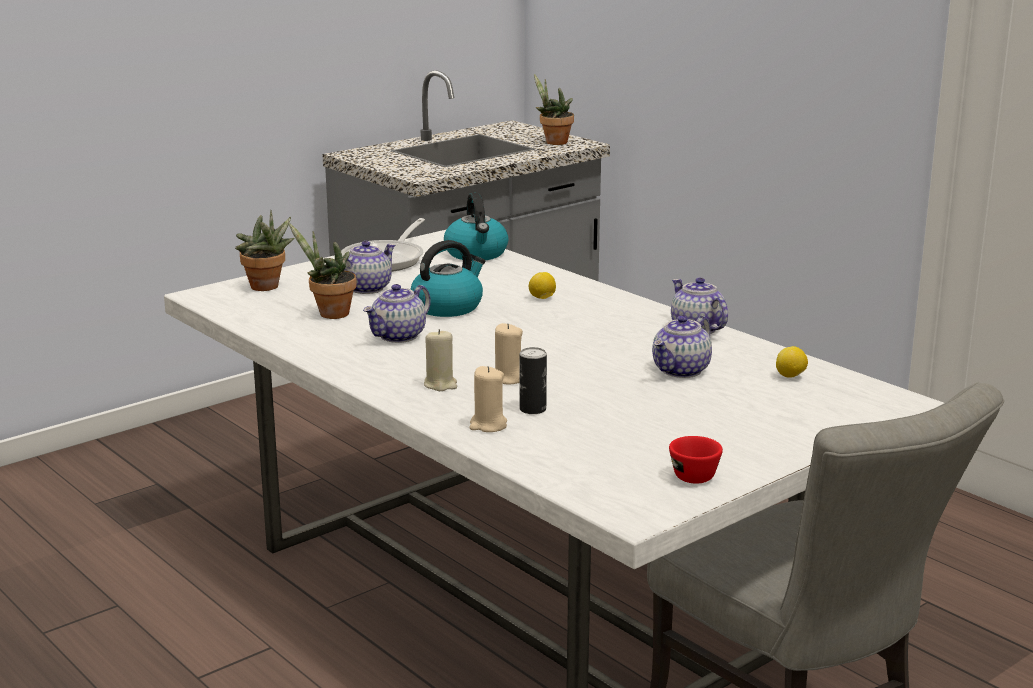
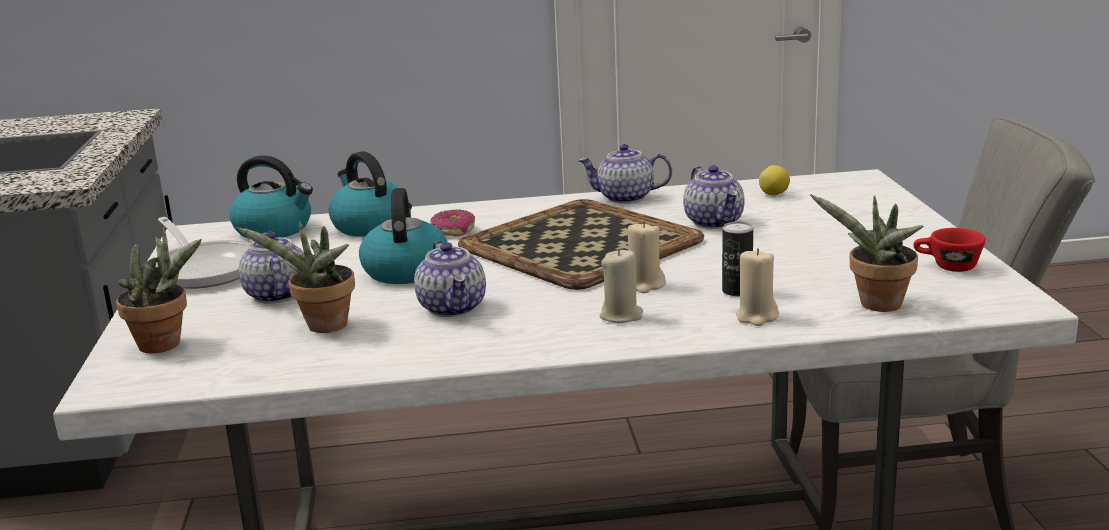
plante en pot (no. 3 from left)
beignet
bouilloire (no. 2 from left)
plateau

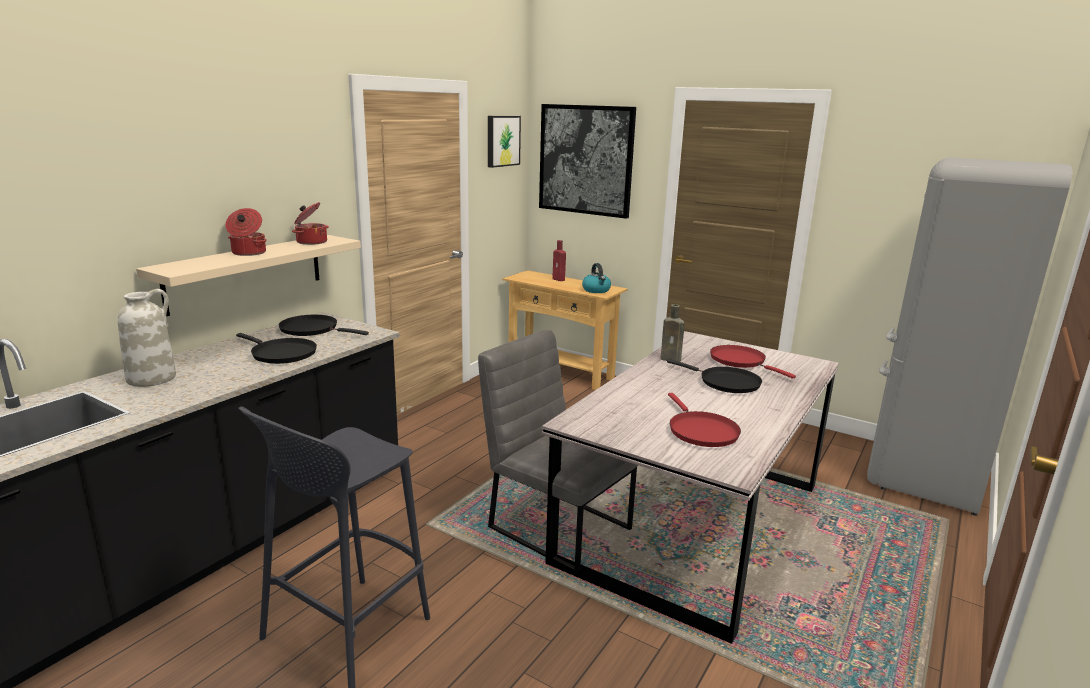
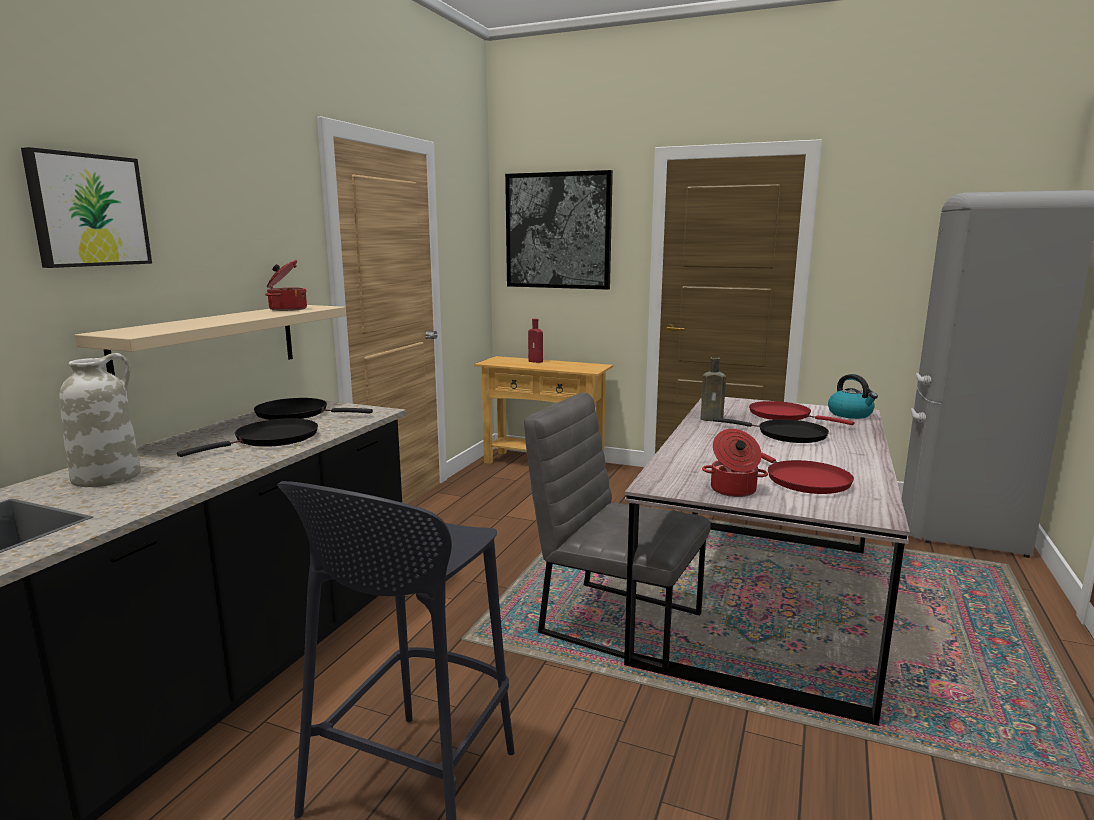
tableau (no. 1 from left)
marmite (no. 2 from left)
bouilloire
poêle [noir] (no. 1 from left)

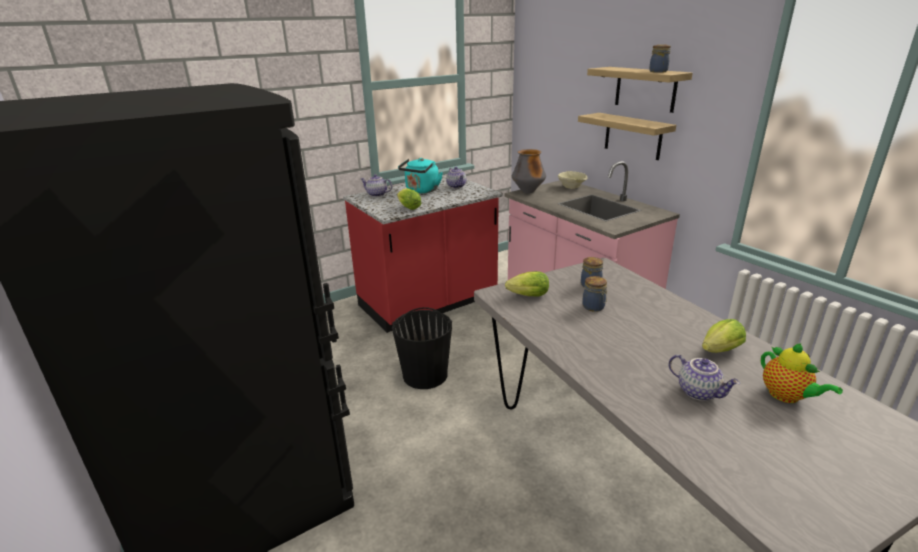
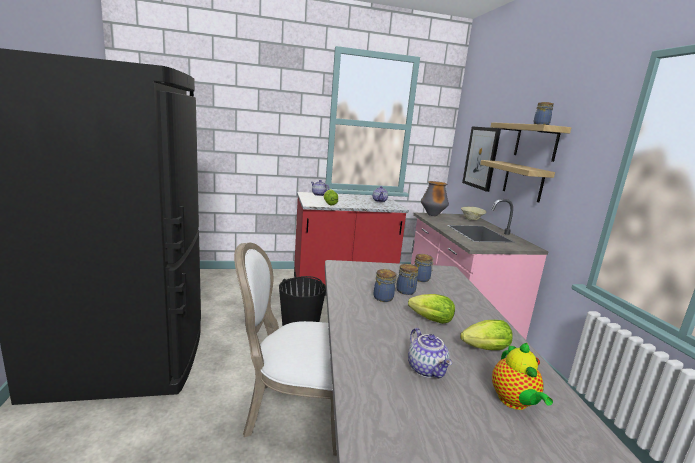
bouilloire [turquoise]
laitue (no. 2 from left)
tableau
chaise [blanc]
bocal (no. 1 from left)

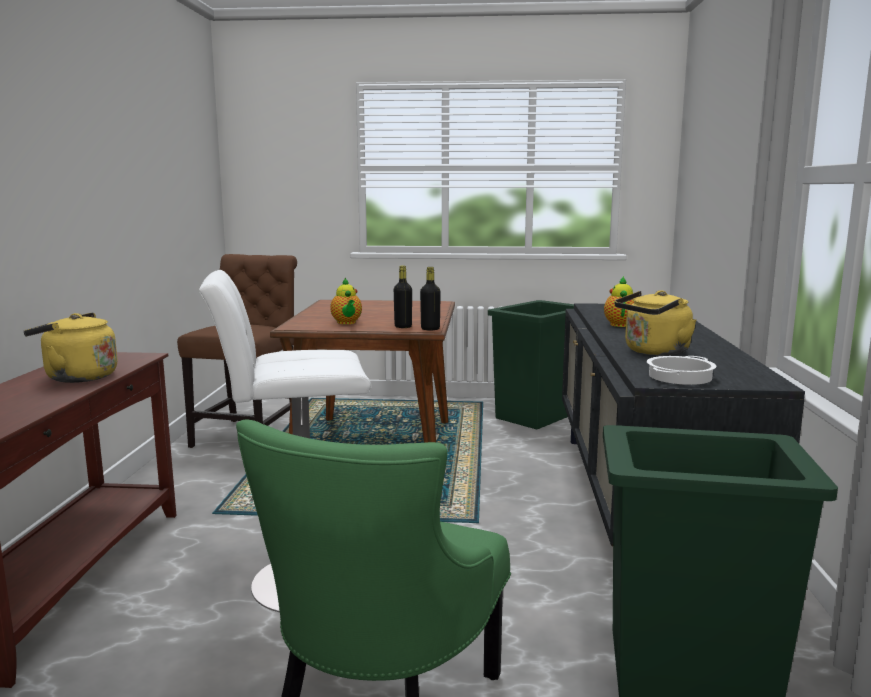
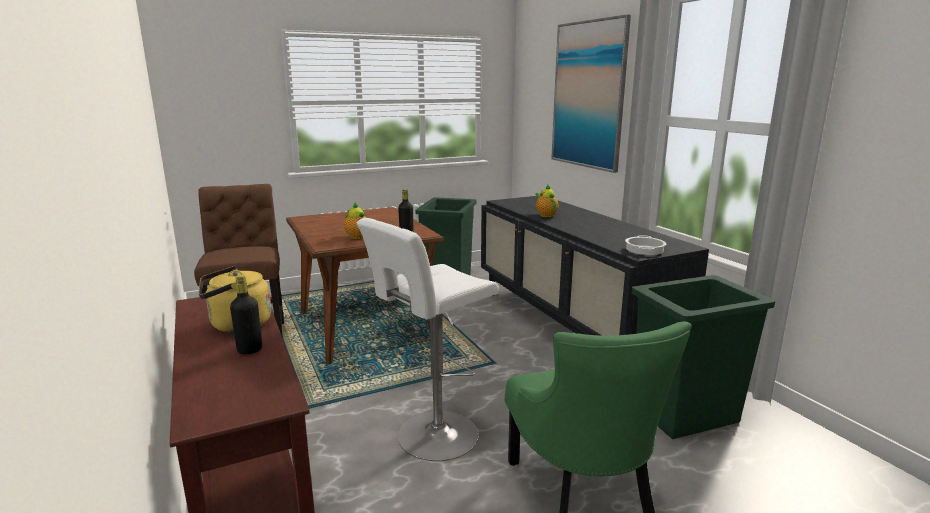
bouteille [noir] (no. 1 from left)
bouilloire [jaune] (no. 2 from left in the first image)
tableau

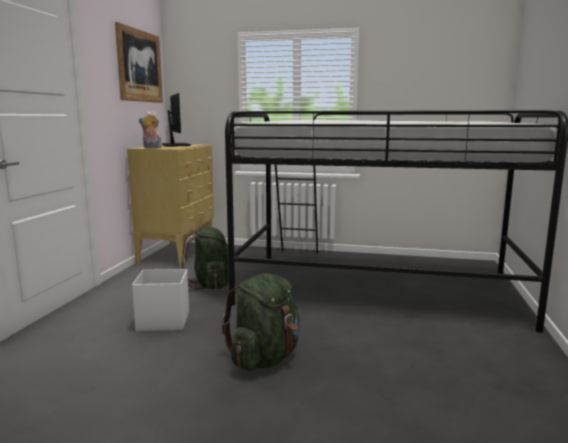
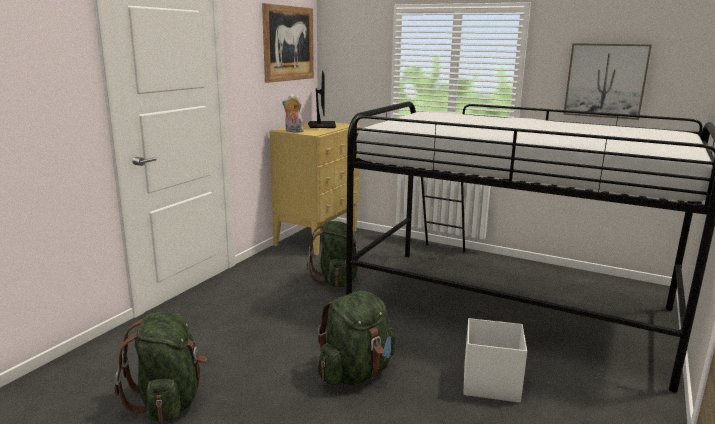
boîte de rangement [blanc]
tableau (no. 2 from left)
sac à dos [vert] (no. 1 from left)

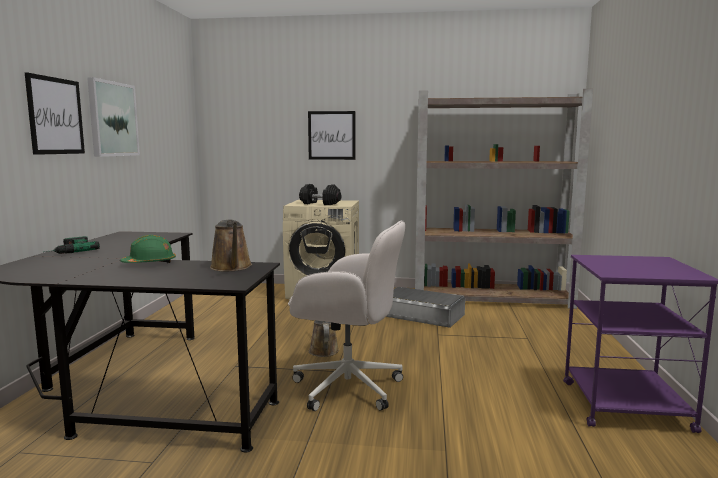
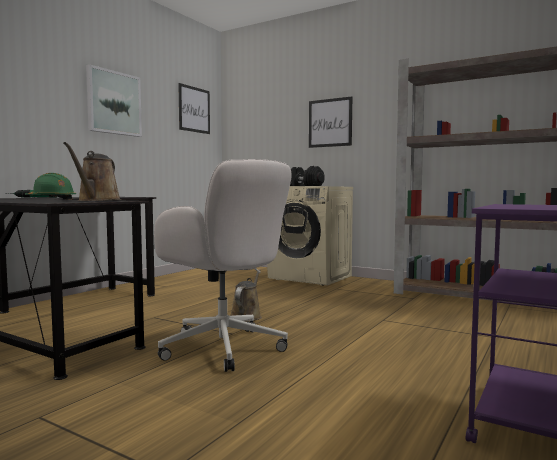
tableau (no. 2 from left)
boîte de rangement [gris]

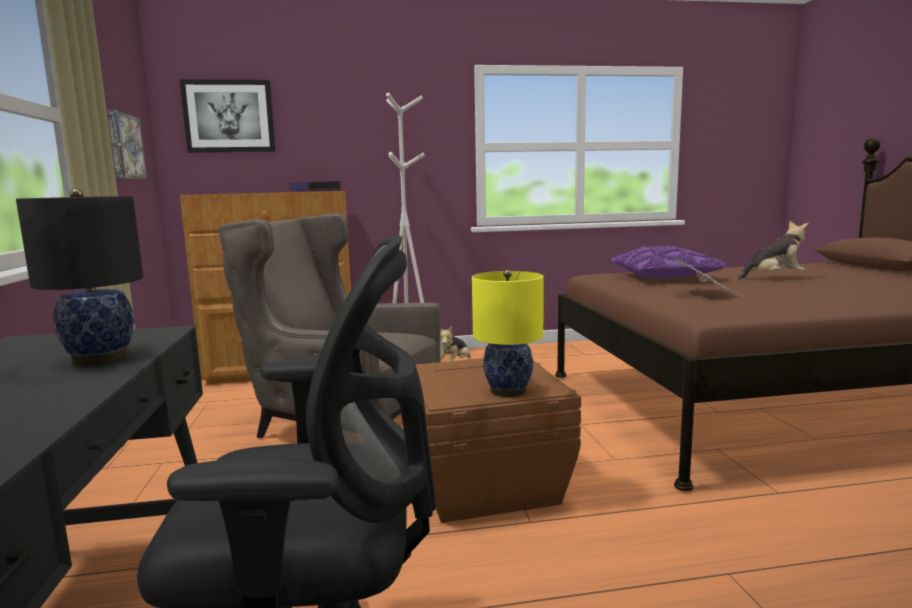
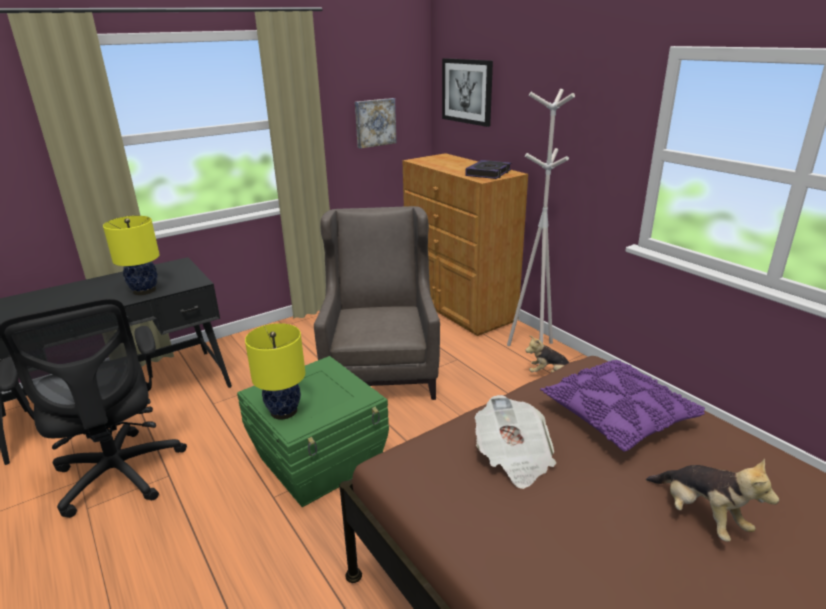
lampe de table [jaune] (no. 1 from left)
boîte de rangement [vert]

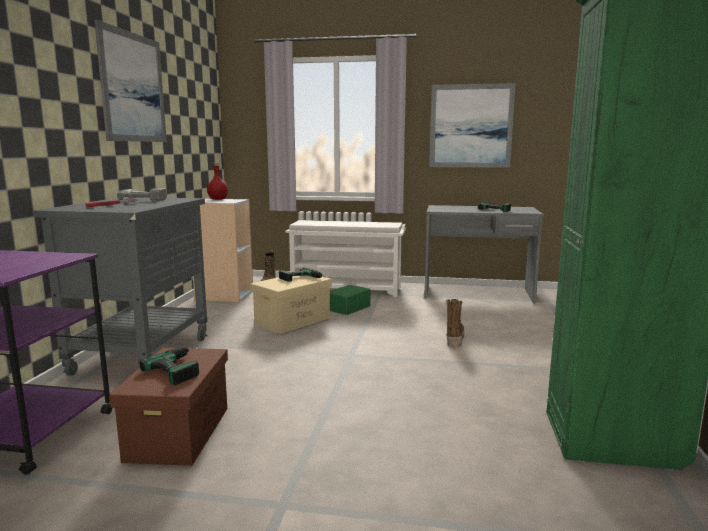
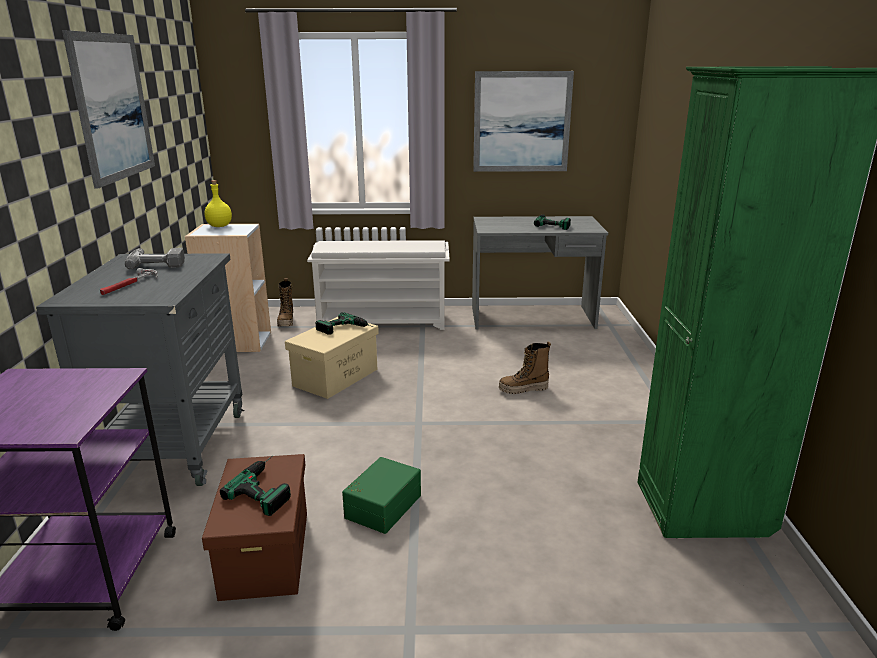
bouteille [jaune]
boîte de rangement [vert]
botte (no. 2 from left)

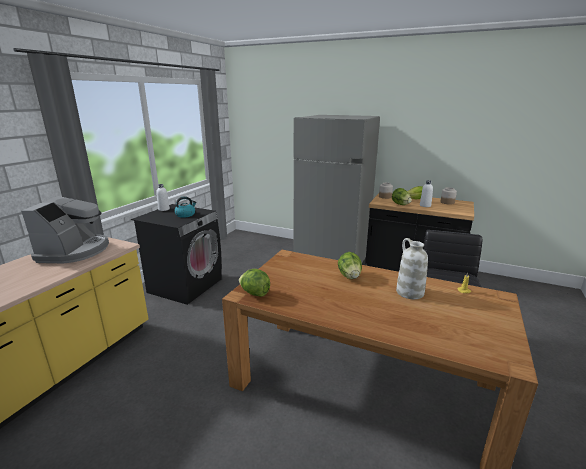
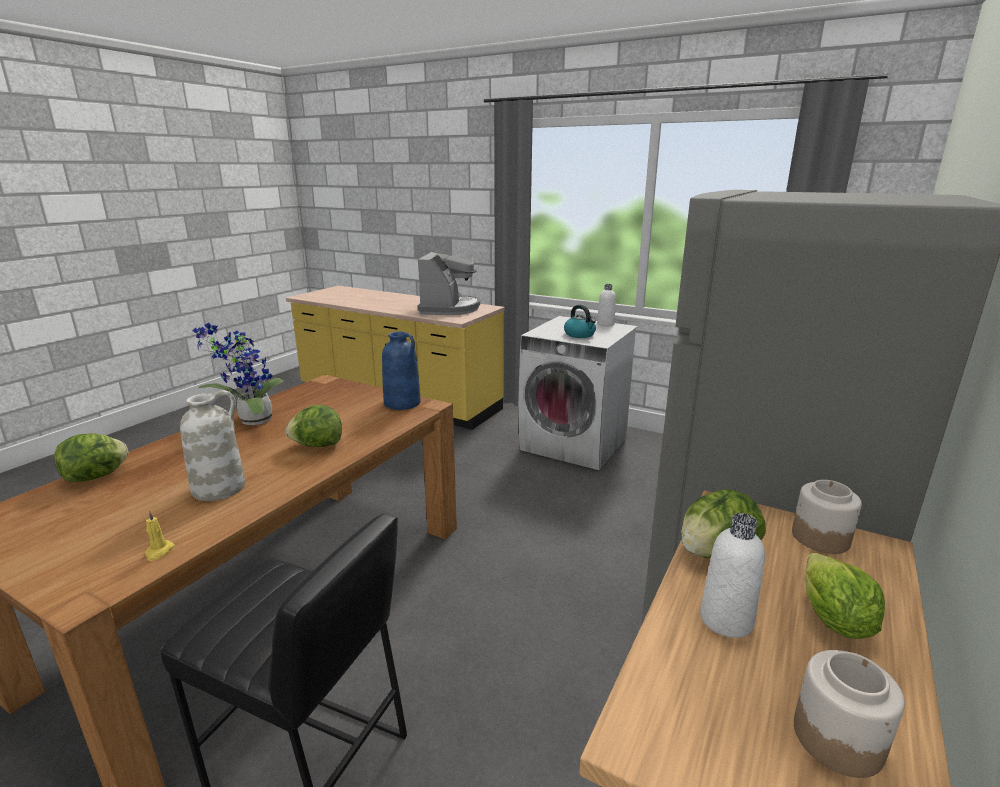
machine à café
lave-linge [blanc]
laitue (no. 1 from left)
plante en pot
vase [bleu]

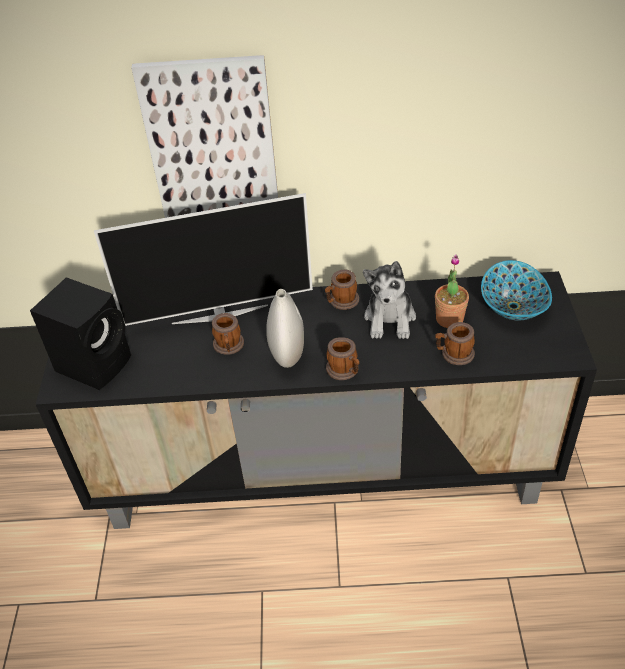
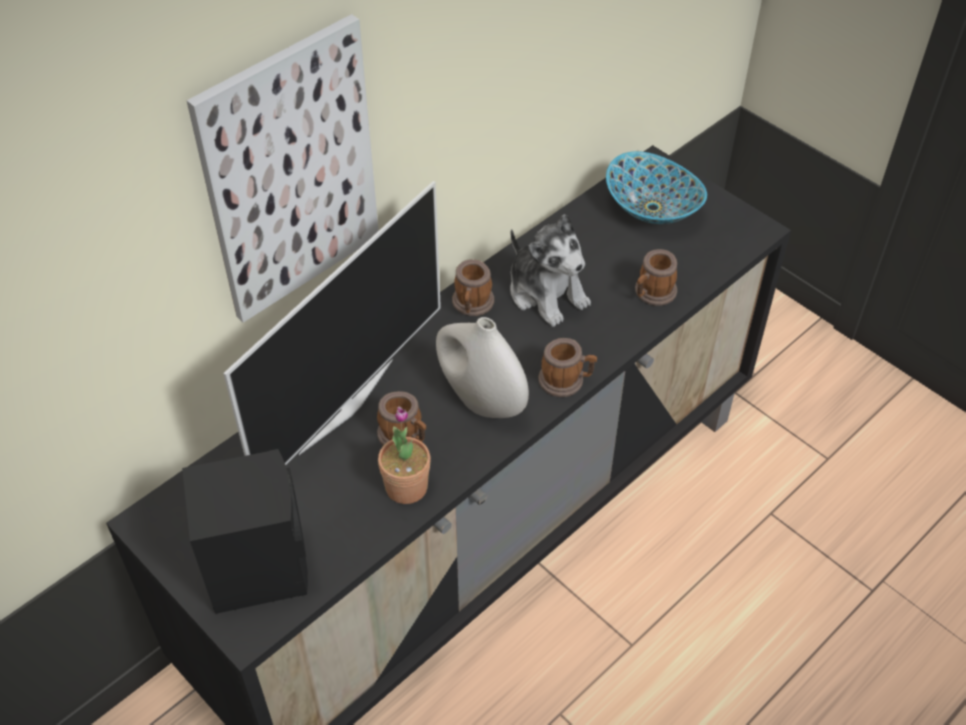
plante en pot

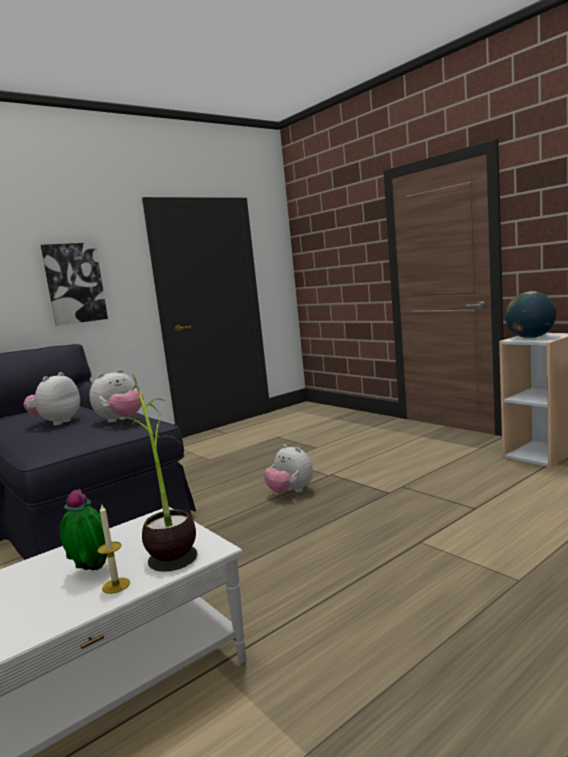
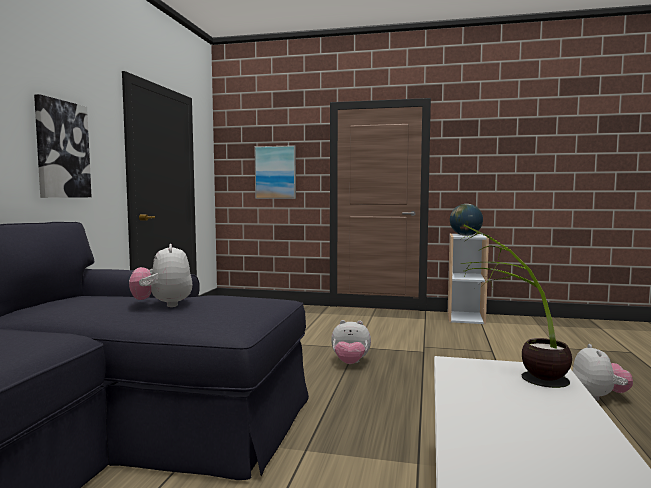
peluche (no. 3 from left)
plante en pot (no. 1 from left in the first image)
bougie
tableau (no. 2 from left)

